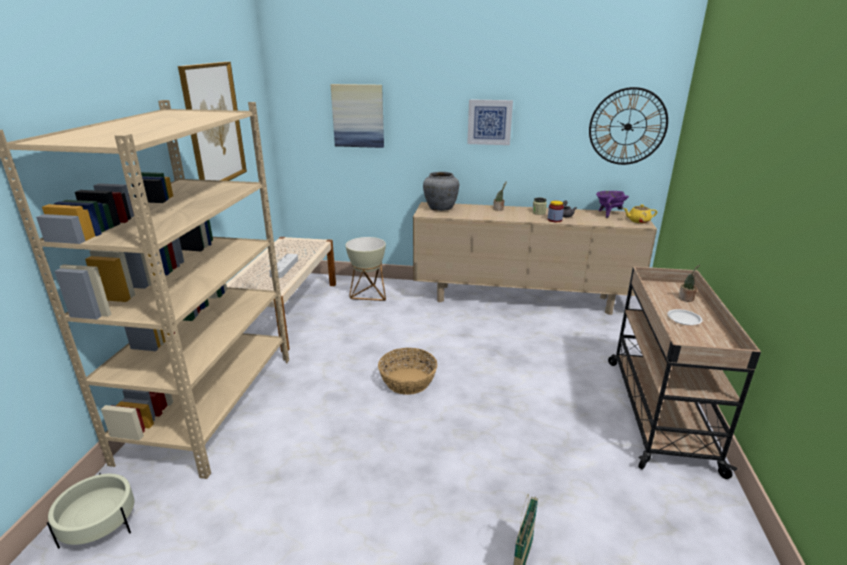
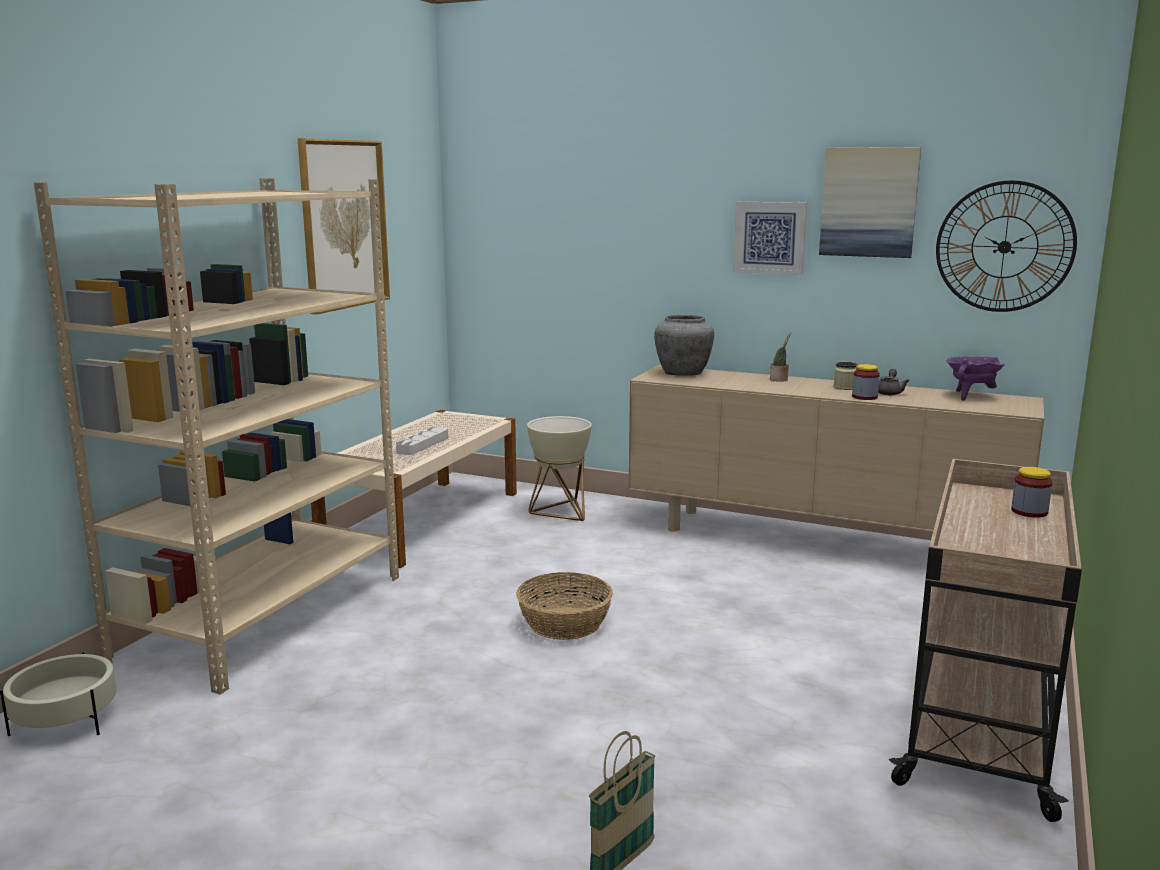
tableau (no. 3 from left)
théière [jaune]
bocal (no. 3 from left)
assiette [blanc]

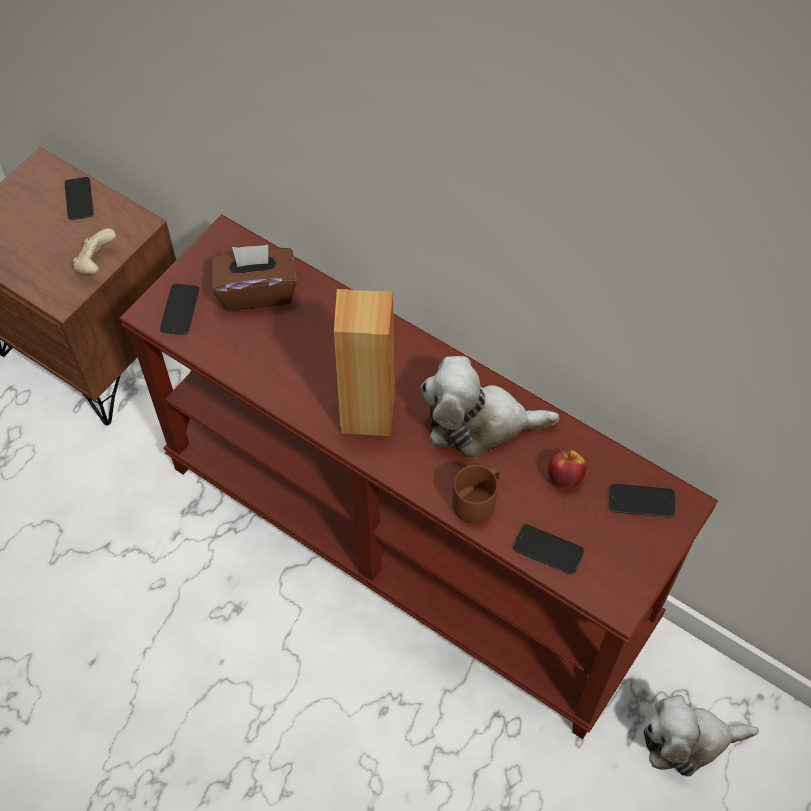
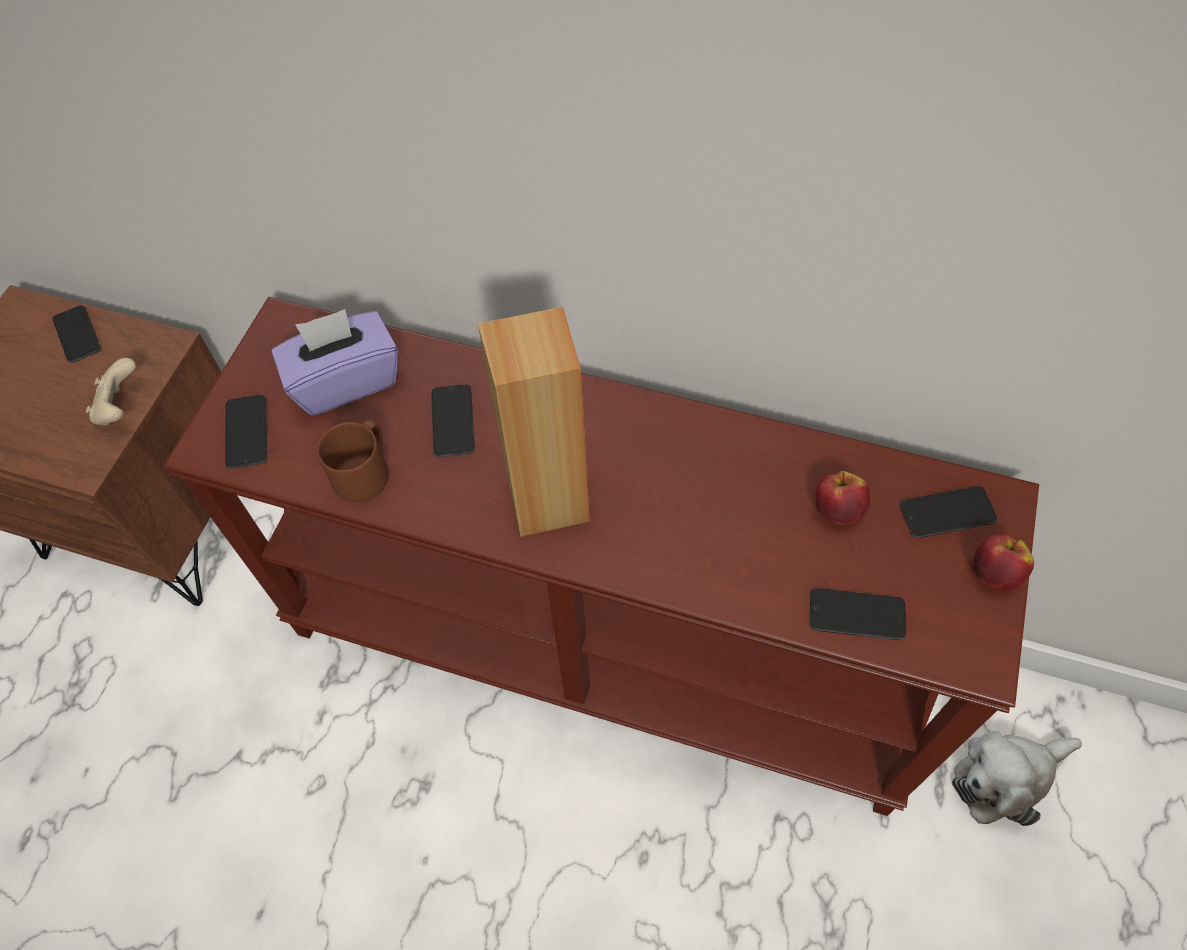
boîte à mouchoirs [violet]
peluche (no. 1 from left in the first image)
mug [marron]
téléphone (no. 3 from left)
pomme (no. 2 from left)

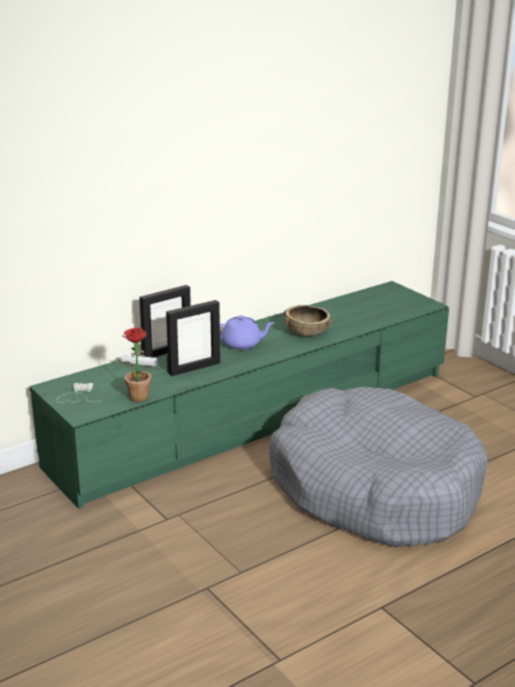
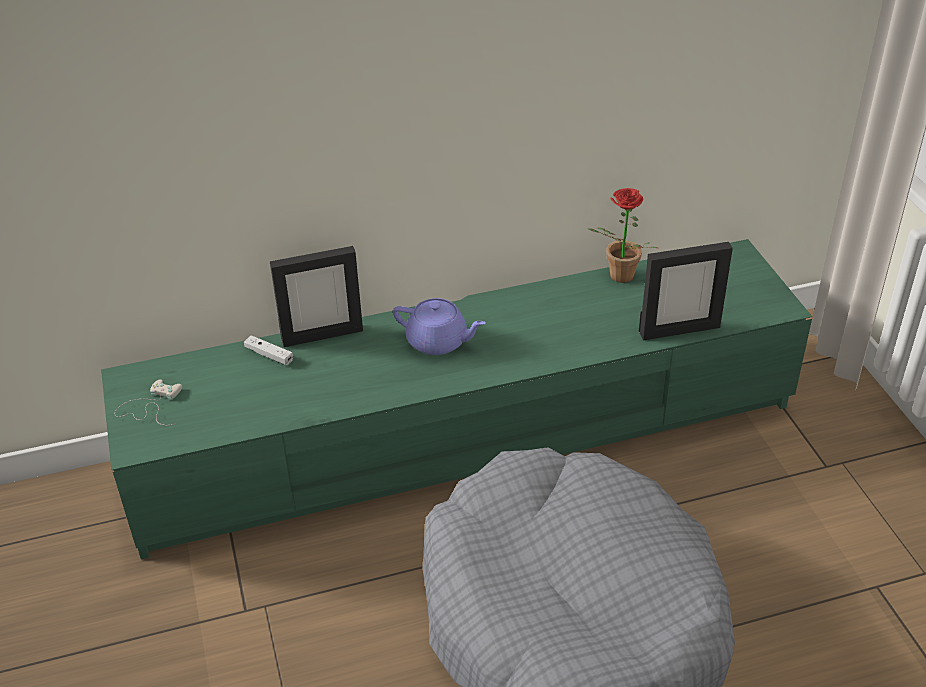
cadre photo (no. 2 from left)
bol [marron]
plante en pot

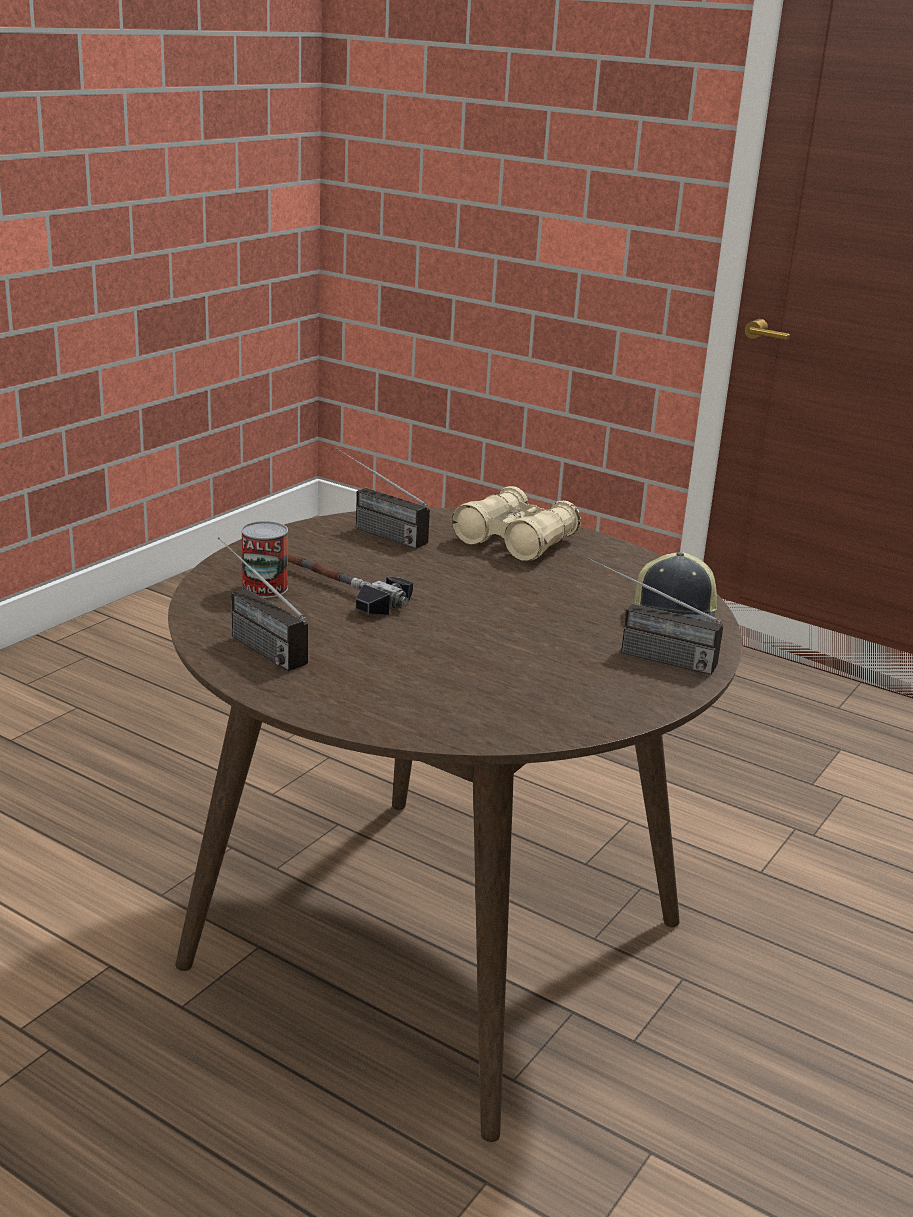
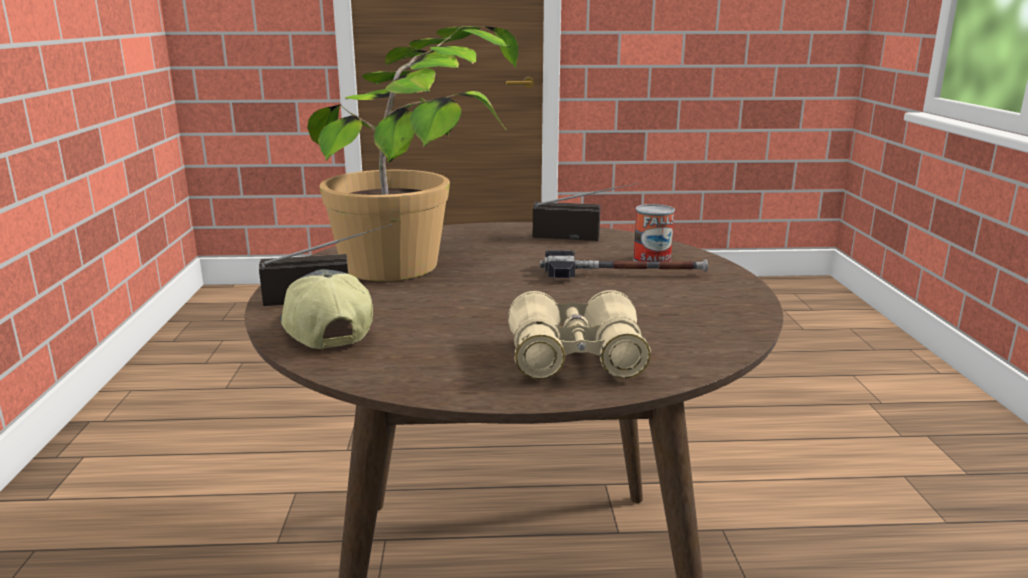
radio (no. 2 from left in the first image)
plante en pot

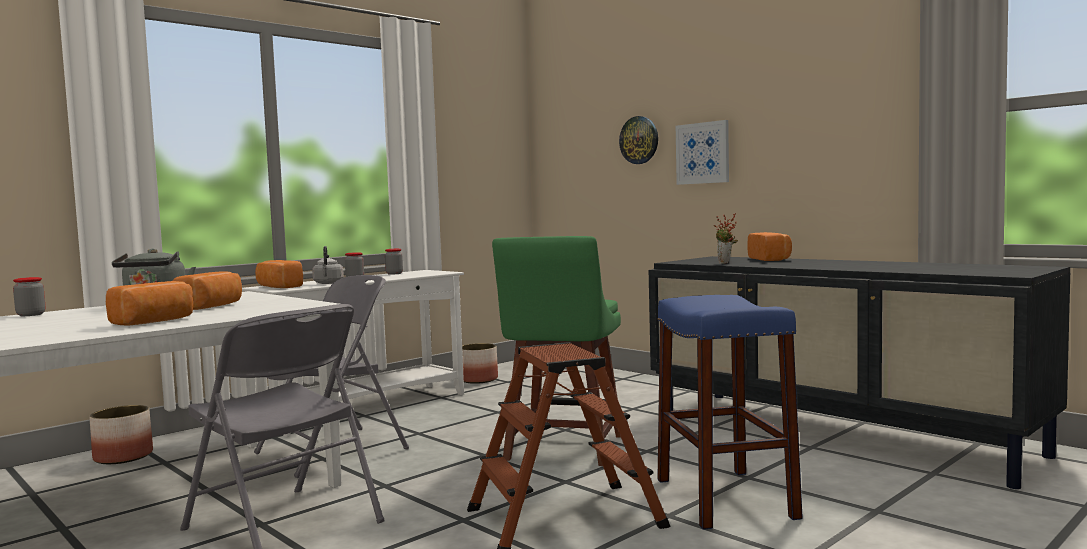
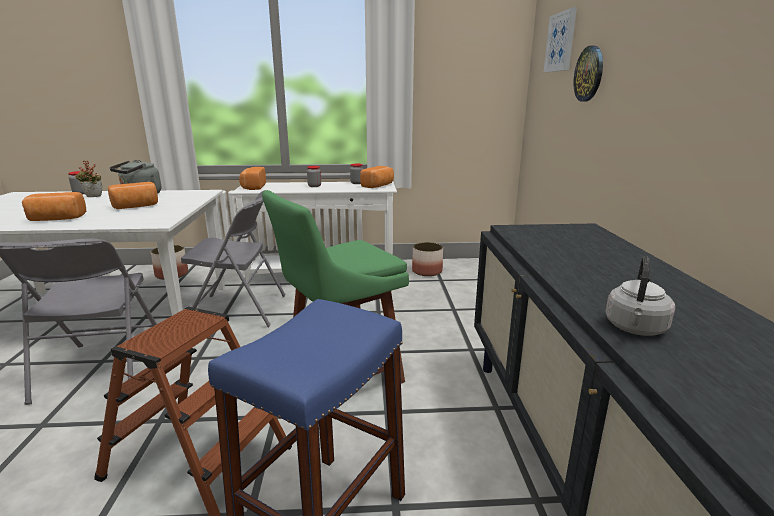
tableau
plante en pot
pain (no. 4 from left)
bouilloire [gris] (no. 2 from left)

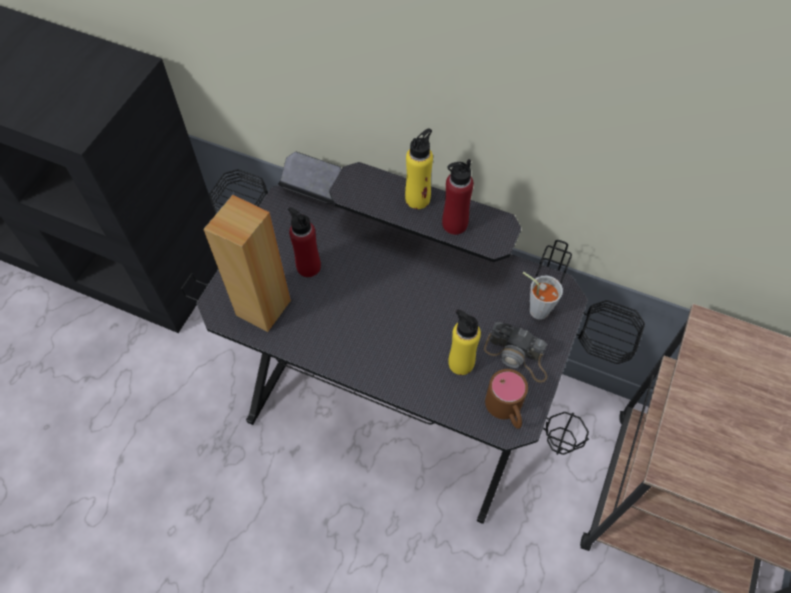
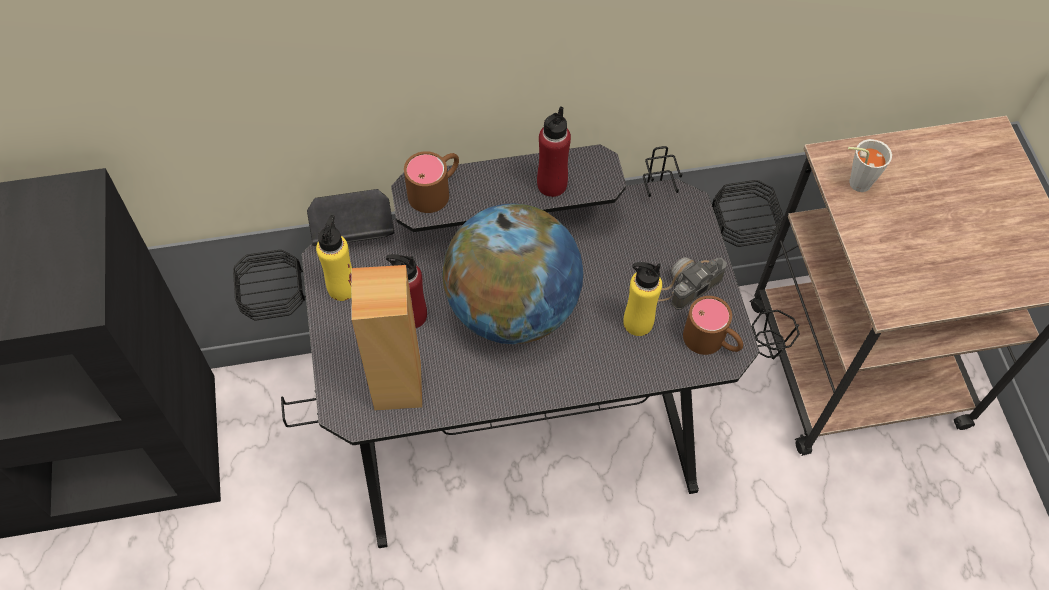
bouteille [jaune] (no. 1 from left)
tasse [gris]
appareil photo
mug [marron] (no. 1 from left)
globe

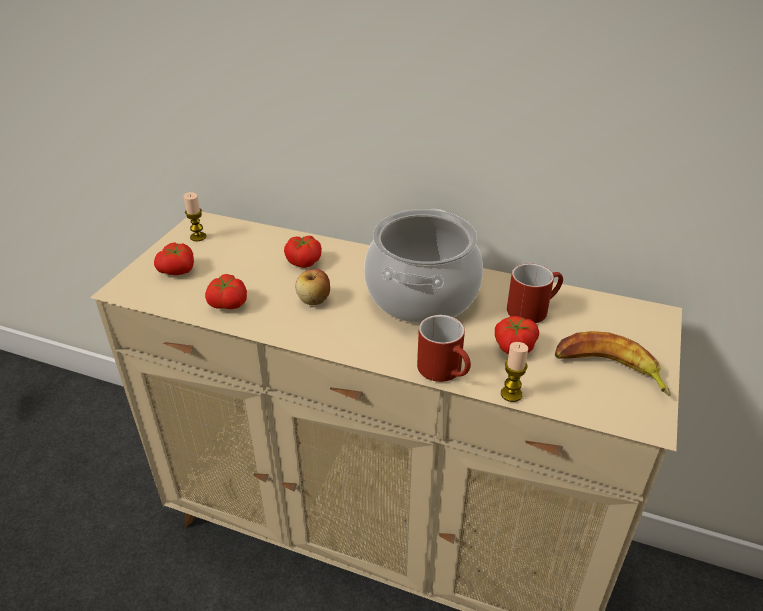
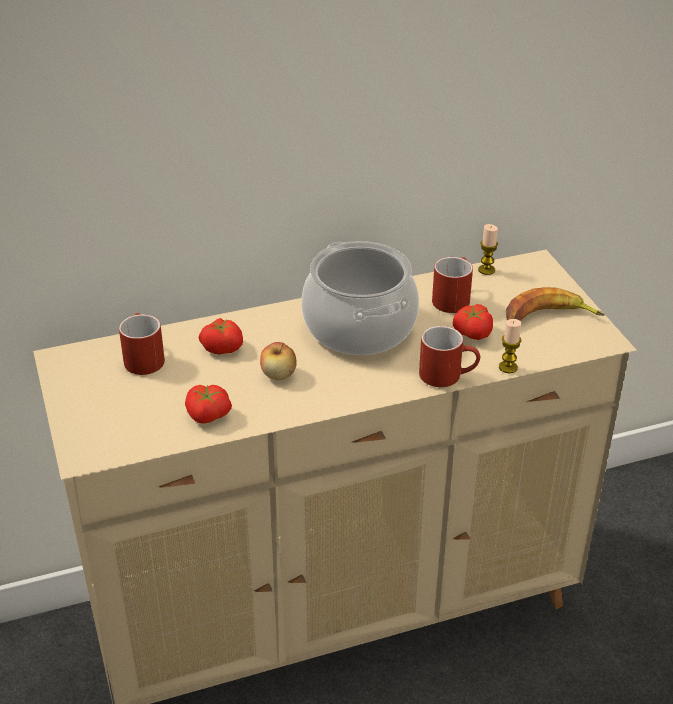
bougie (no. 1 from left)
tomate (no. 1 from left in the first image)
mug [rouge] (no. 1 from left)

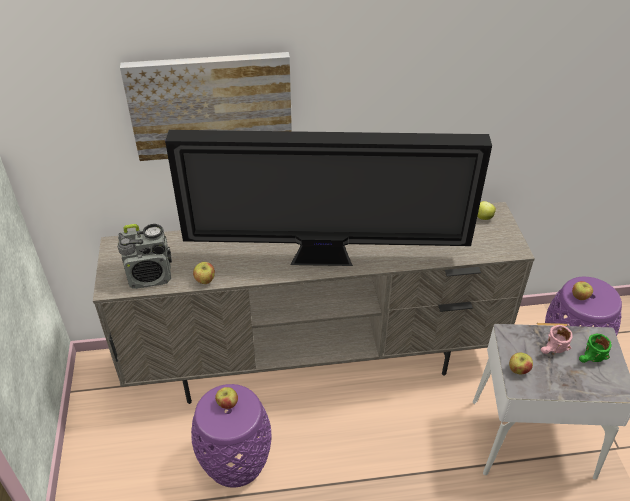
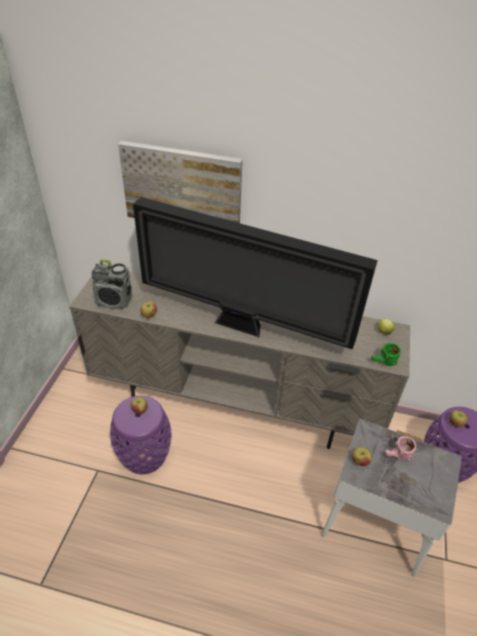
mug [vert]

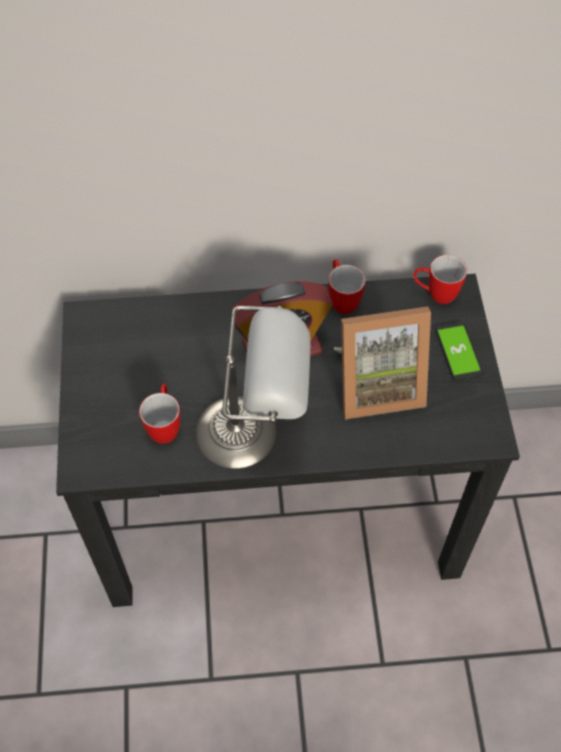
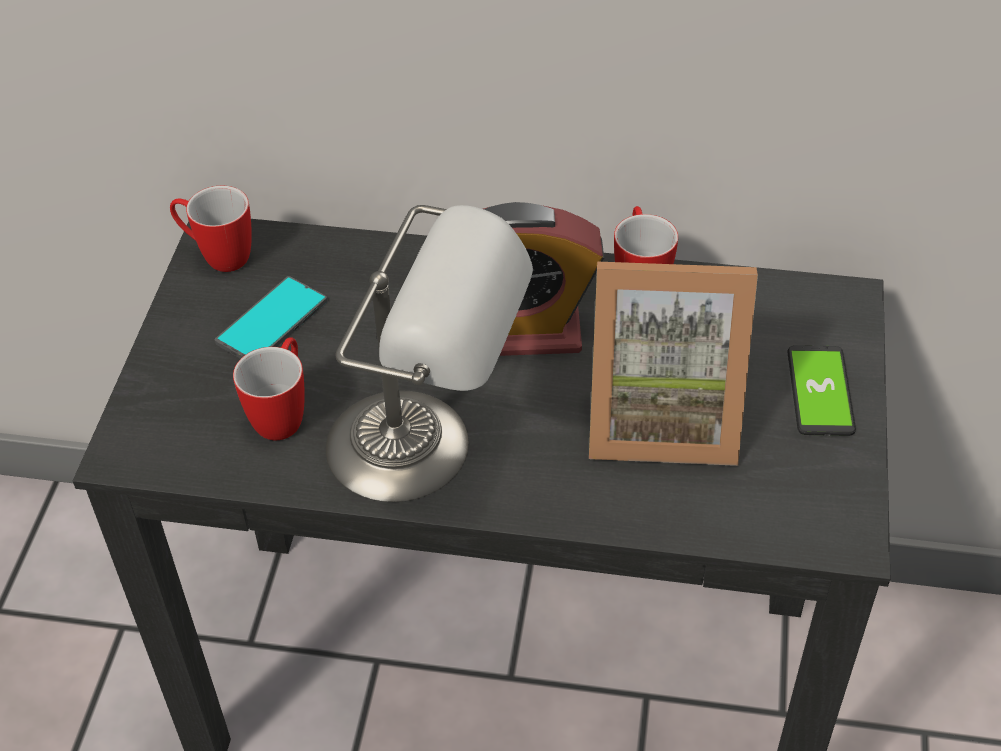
mug (no. 1 from left)
téléphone (no. 1 from left)

